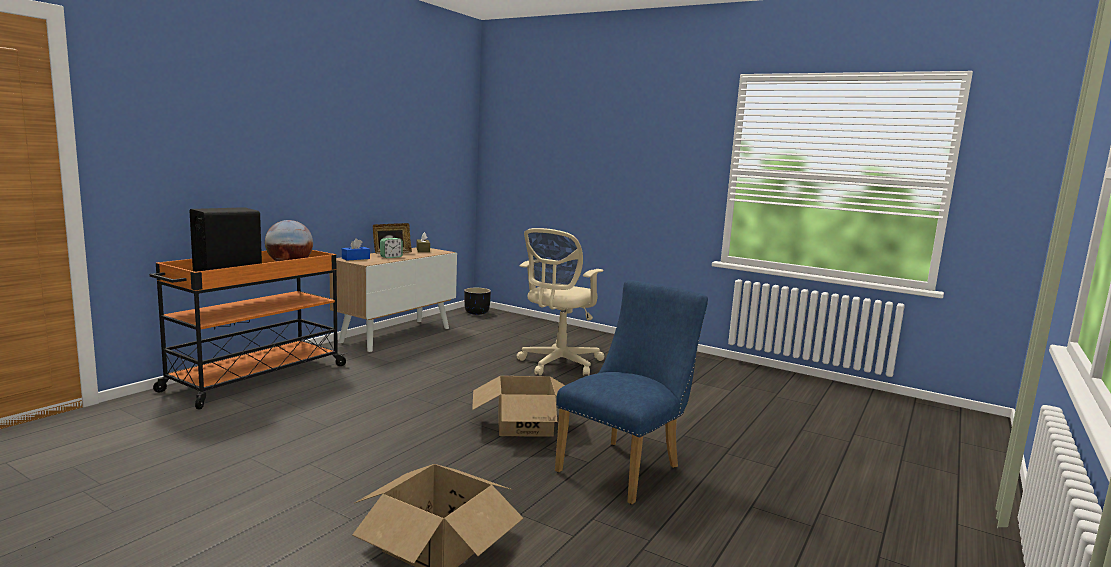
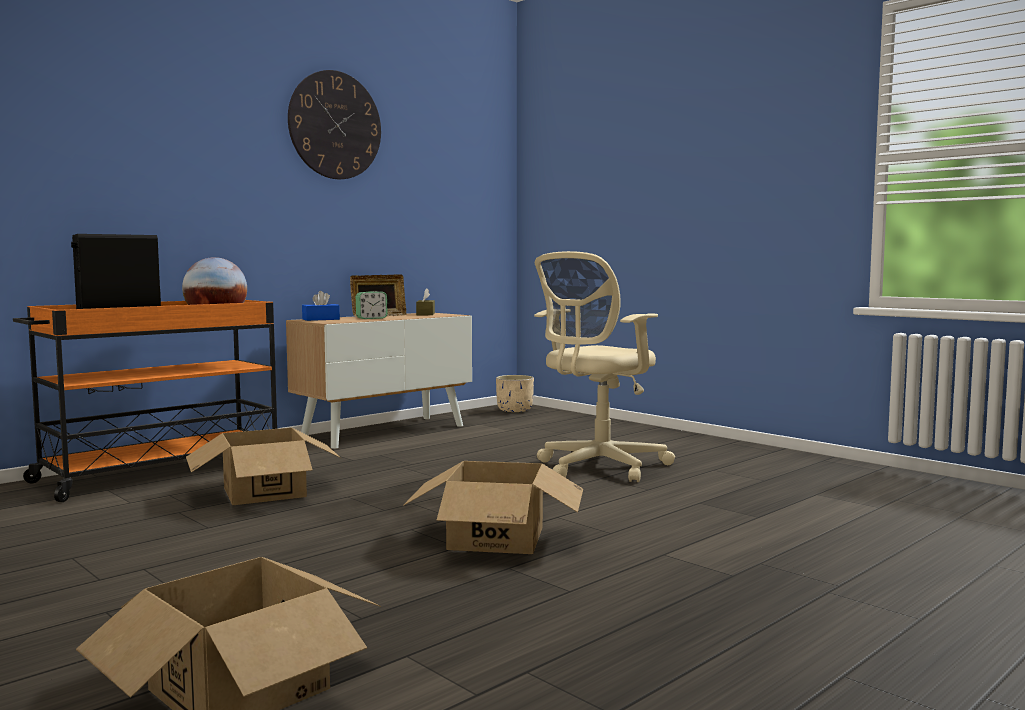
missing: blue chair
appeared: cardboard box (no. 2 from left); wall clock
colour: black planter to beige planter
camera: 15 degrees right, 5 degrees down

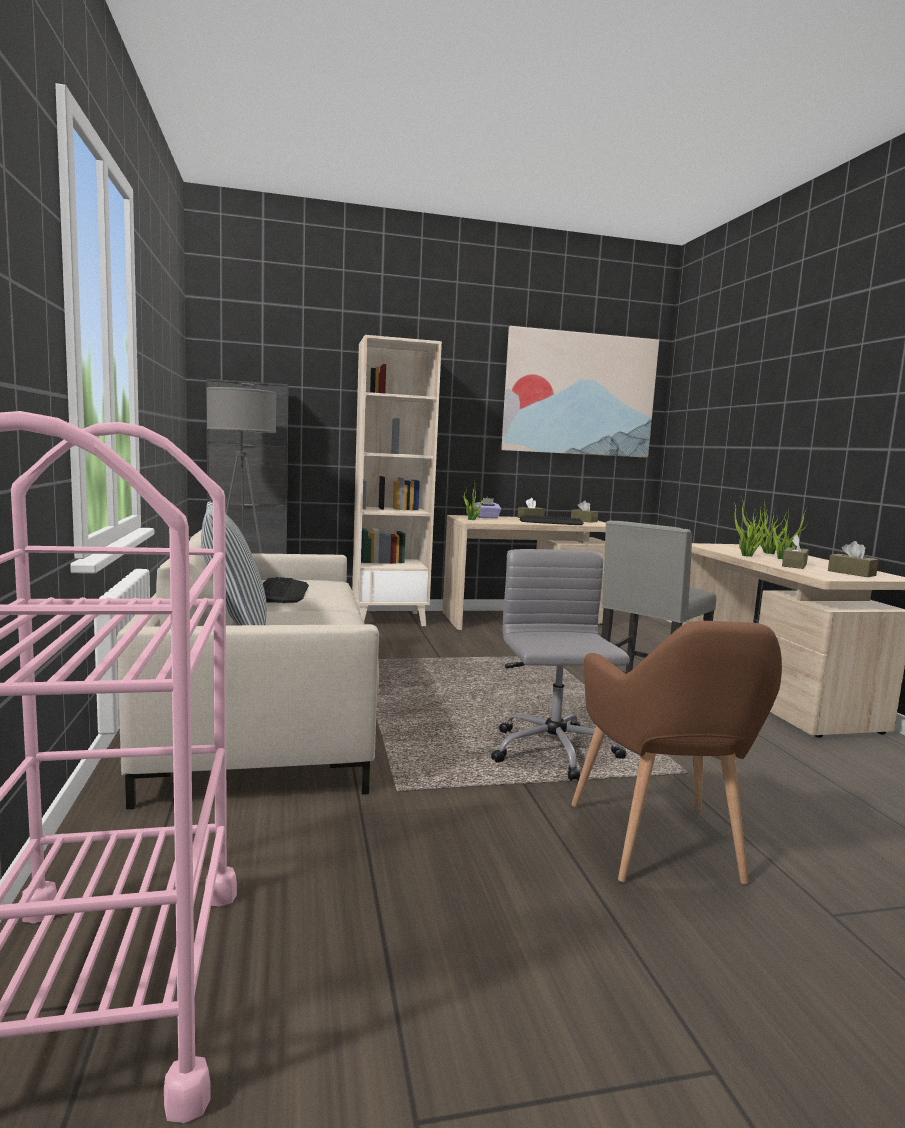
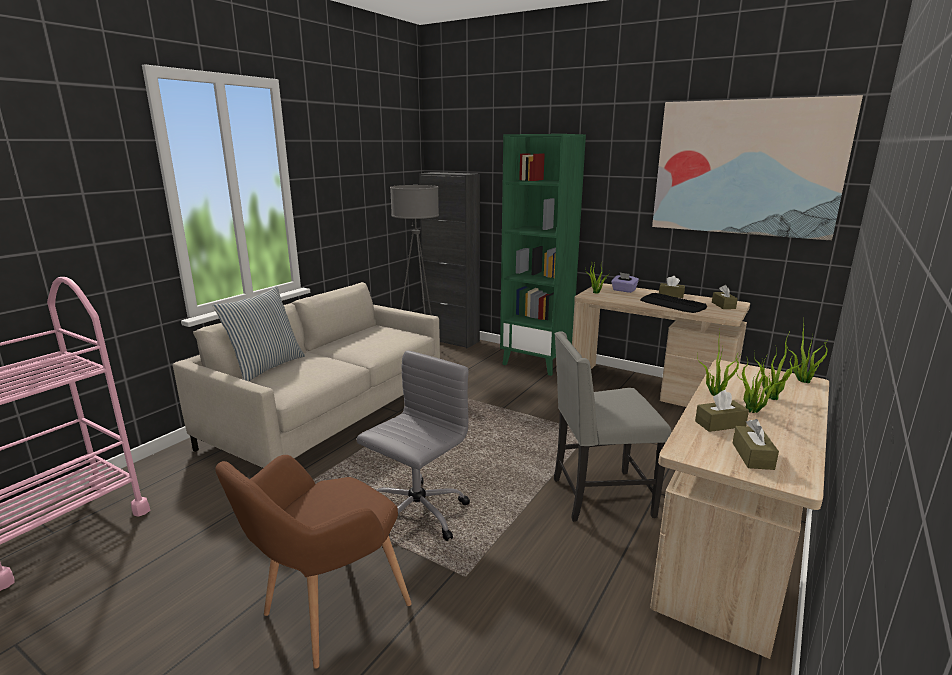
missing: keyboard (no. 1 from left)
colour: beige bookcase to green bookcase
camera: 45 degrees right, 10 degrees up

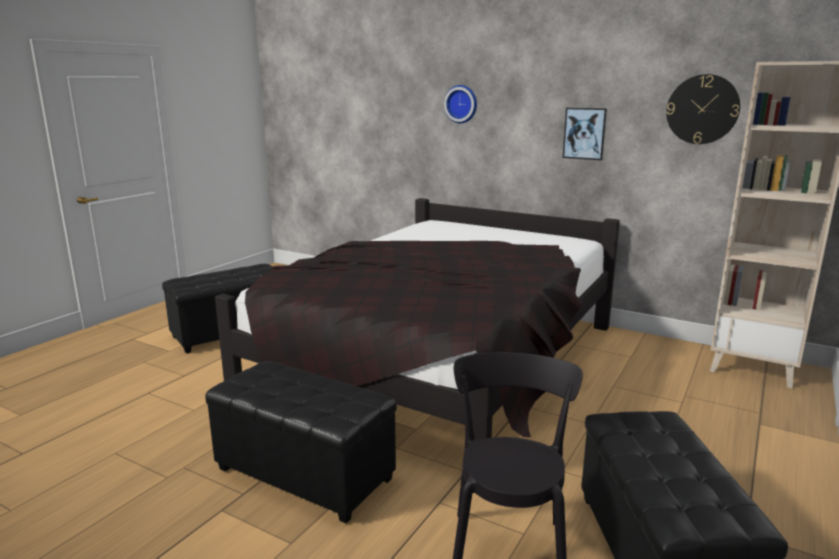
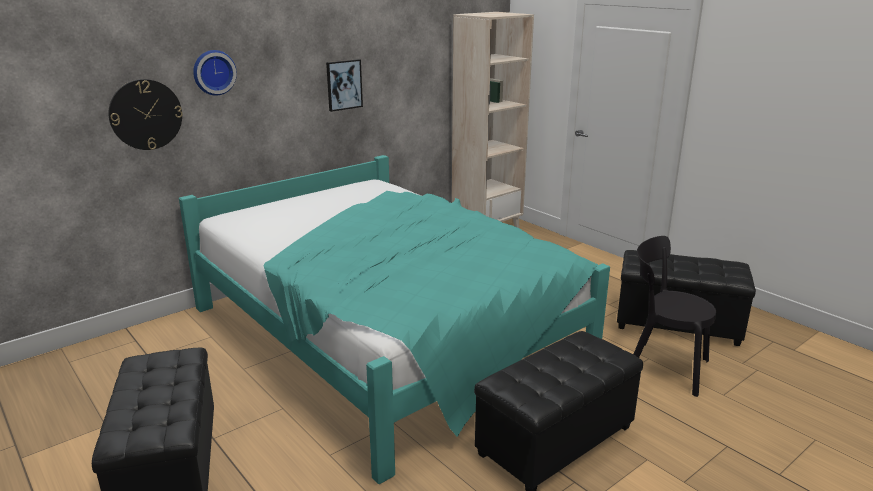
relocated: wall clock (no. 2 from left in the first image) to wall clock (no. 1 from left)
colour: black bed to turquoise bed
camera: 70 degrees left, 5 degrees up

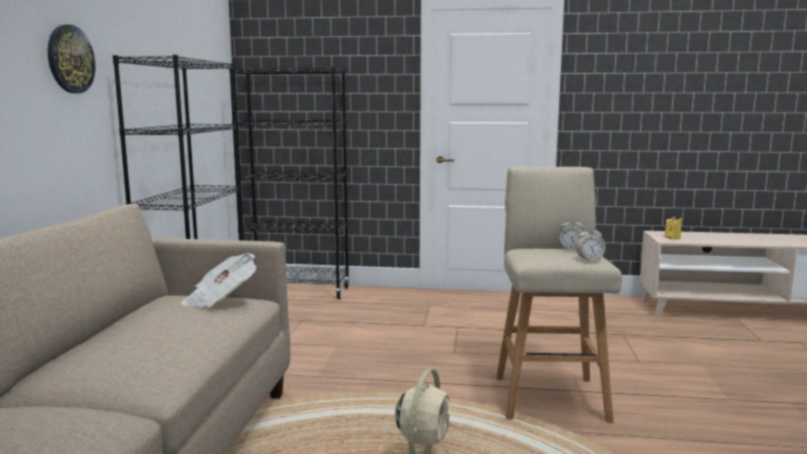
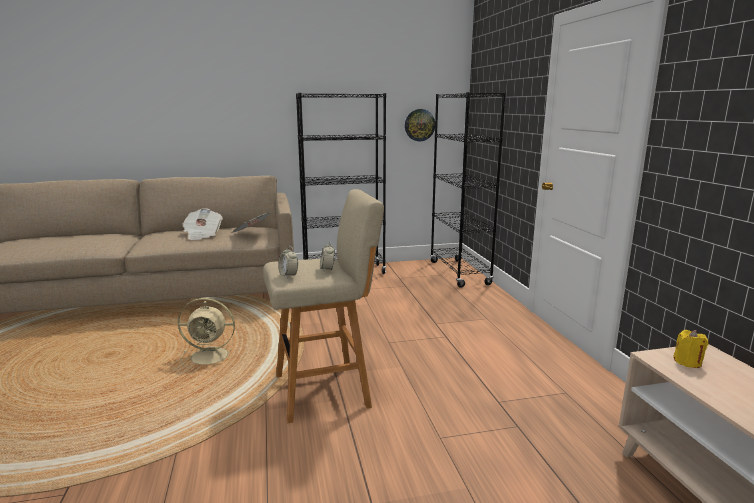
appeared: newspaper (no. 1 from left)
relocated: wall clock
camera: 70 degrees right, 5 degrees up

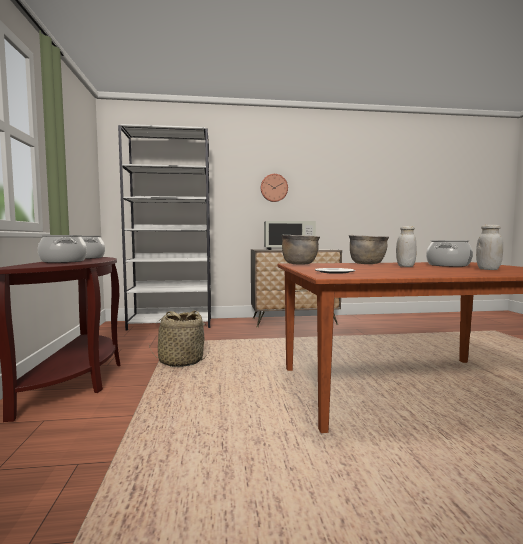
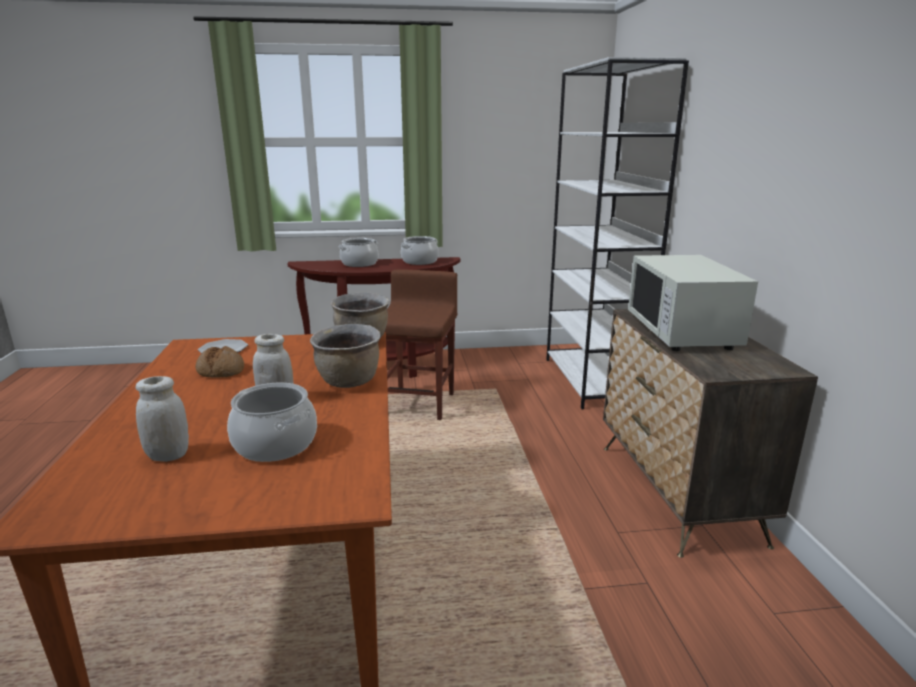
missing: wall clock
appeared: bread
exchanged: basket to brown stool
camera: 90 degrees right, 15 degrees up

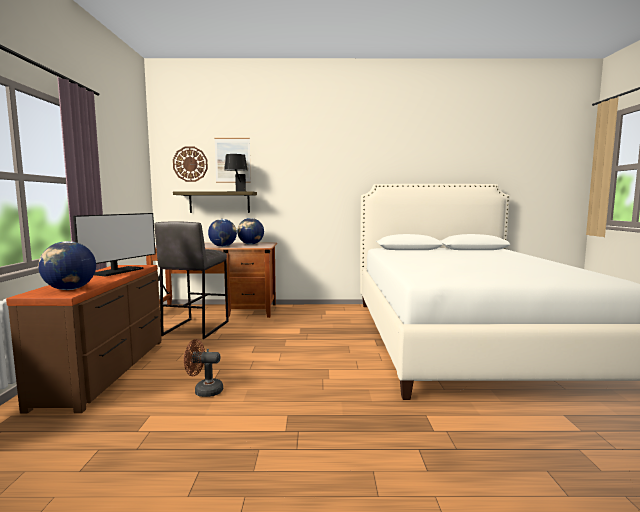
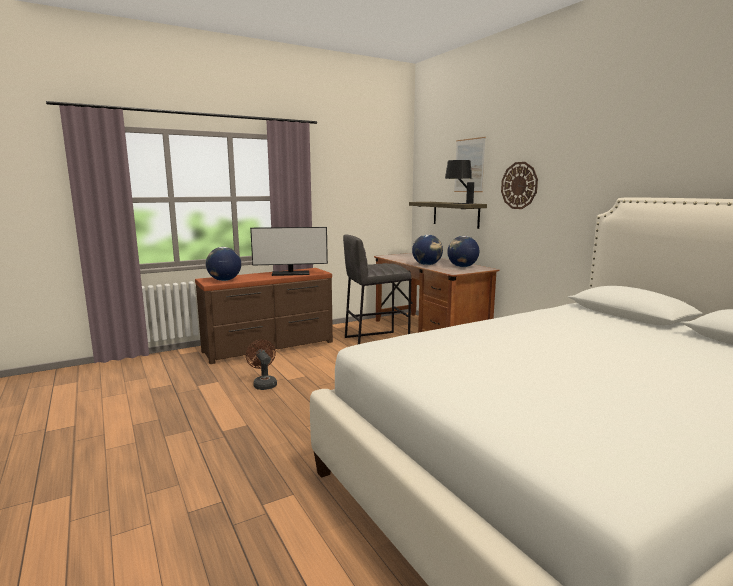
relocated: wall clock
camera: 60 degrees right, 5 degrees up

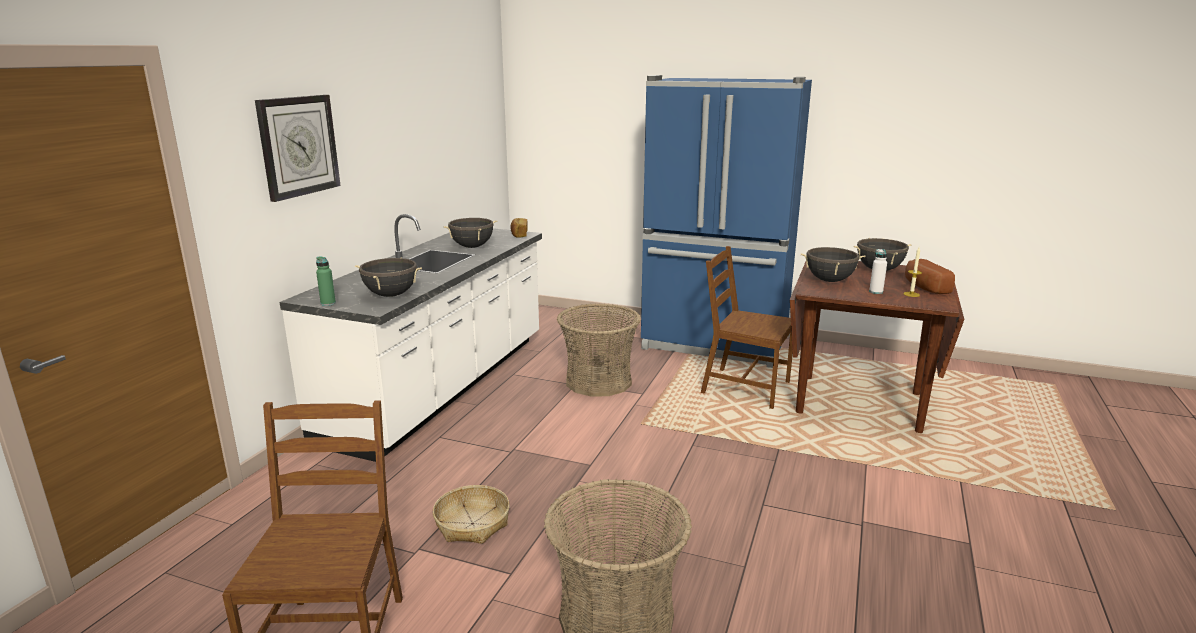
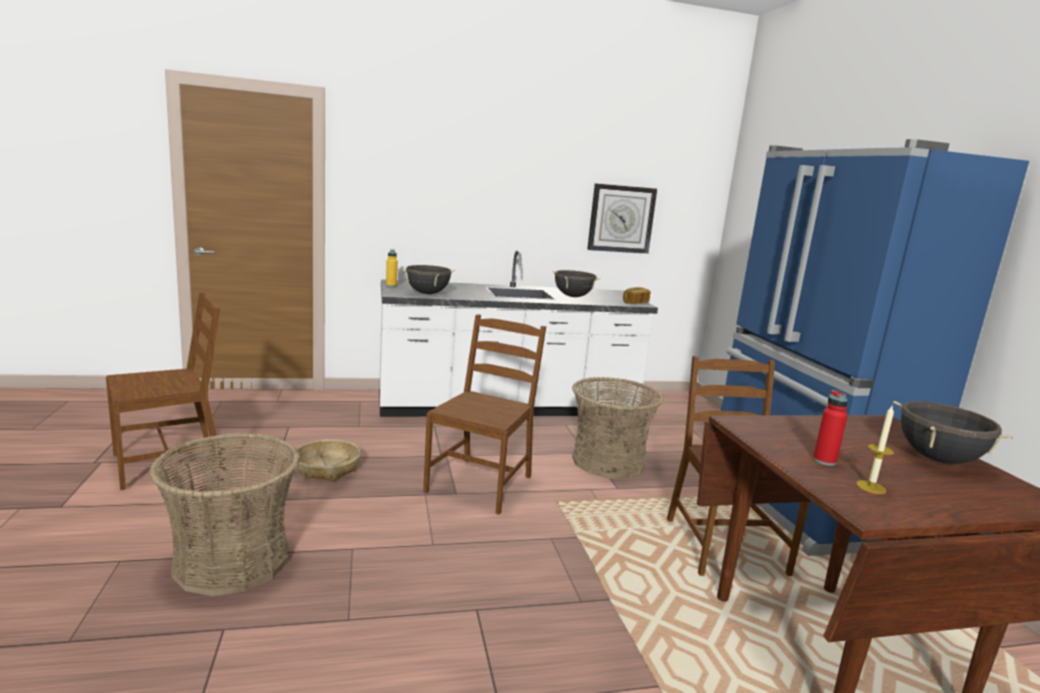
missing: black cooking pot (no. 3 from left); bread (no. 2 from left)
appeared: brown chair (no. 2 from left)
relocated: wall clock
colour: green bottle to yellow bottle; white bottle to red bottle
camera: 55 degrees right, 5 degrees down

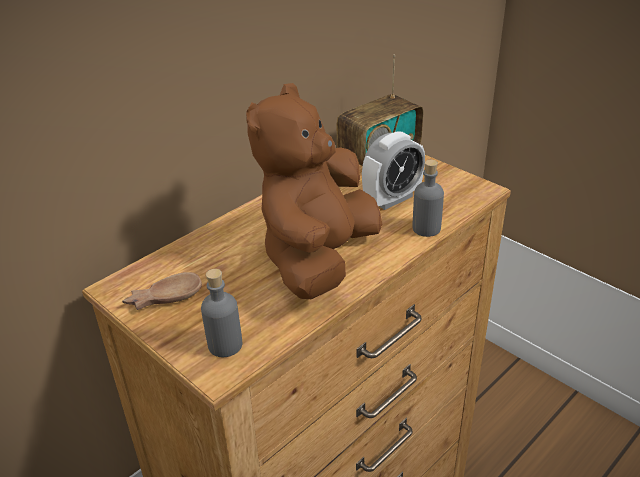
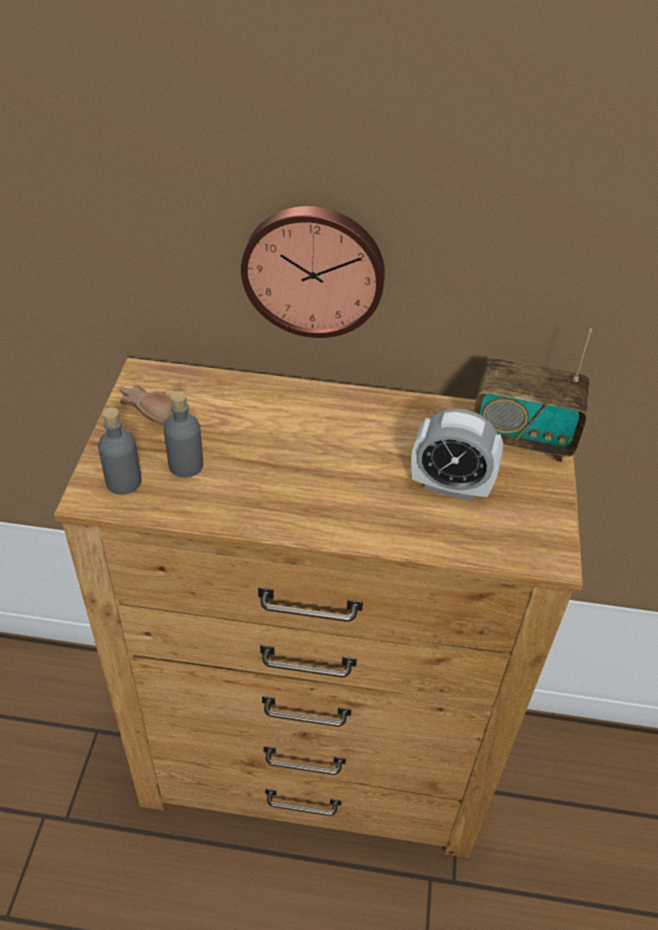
missing: brown plush toy
appeared: wall clock
relocated: grey bottle (no. 2 from left)
camera: 50 degrees right, 10 degrees up

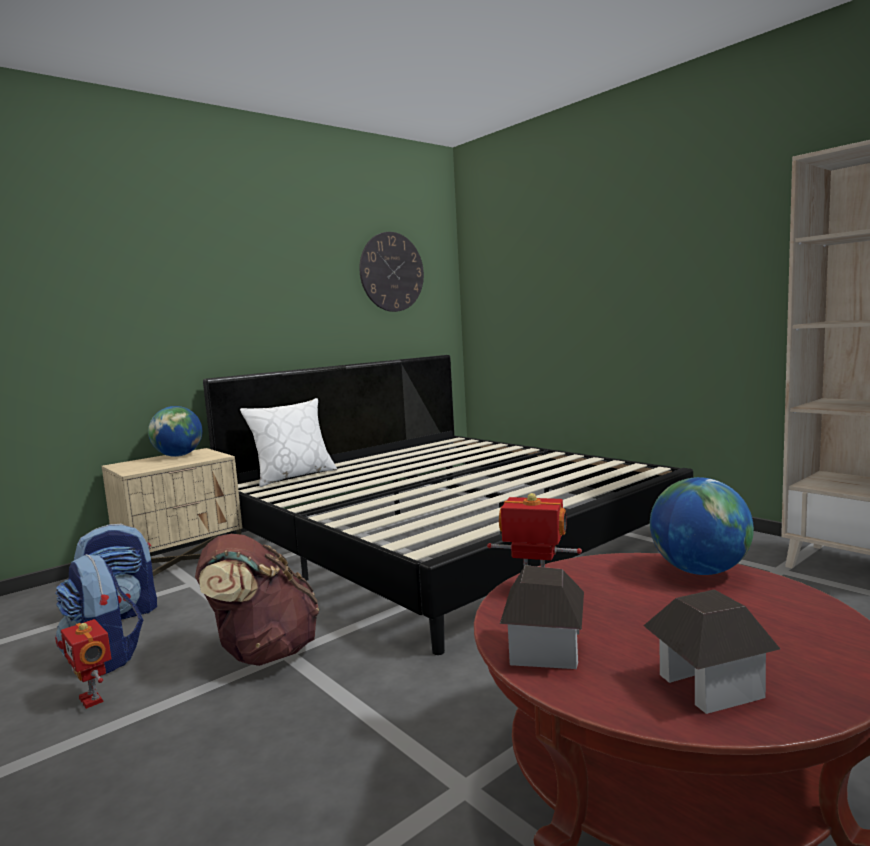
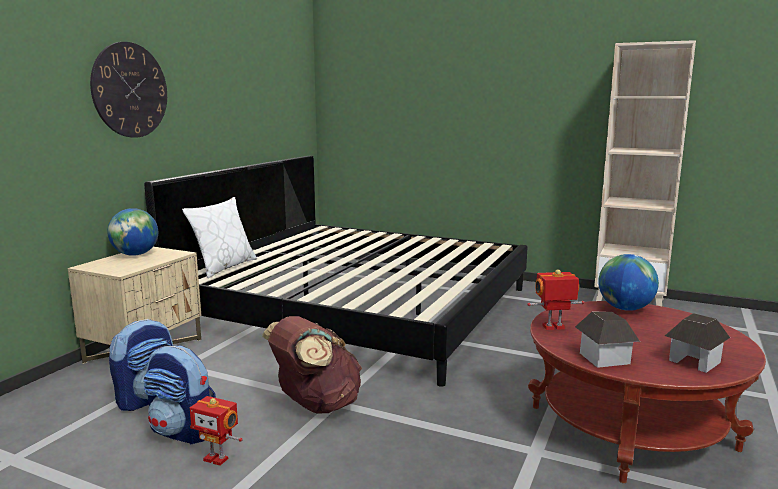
relocated: wall clock
camera: 25 degrees left, 5 degrees up

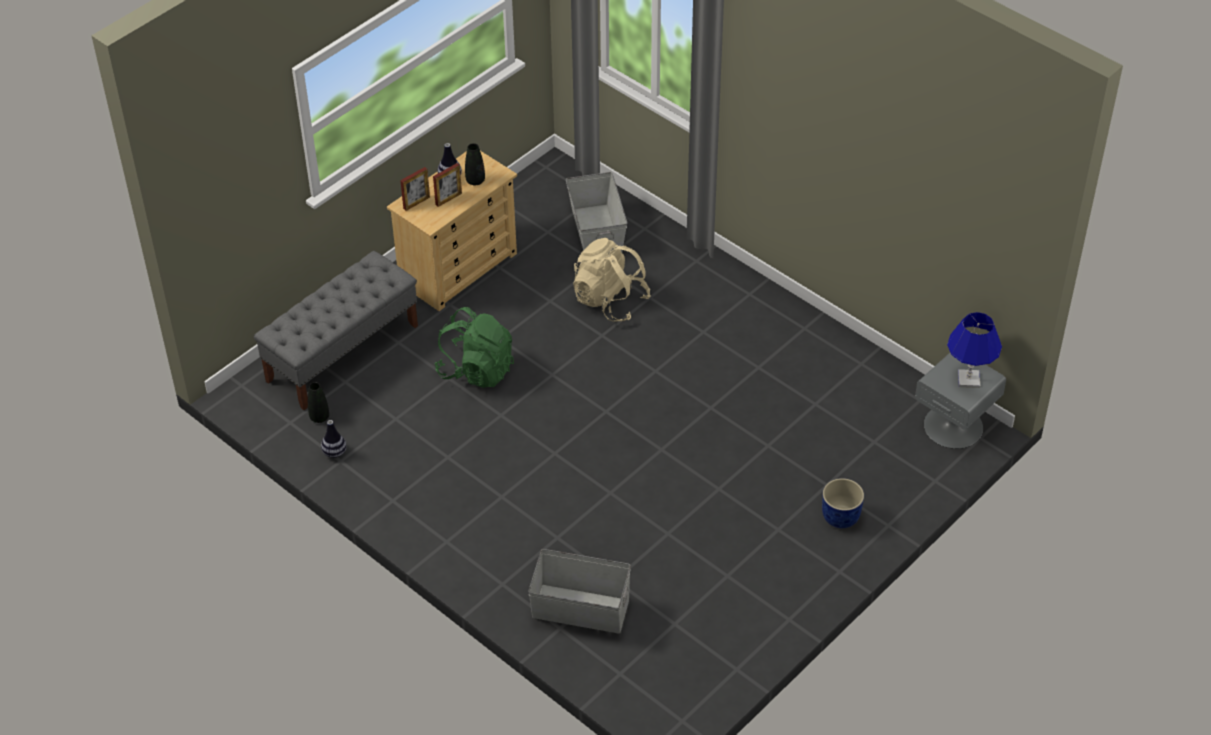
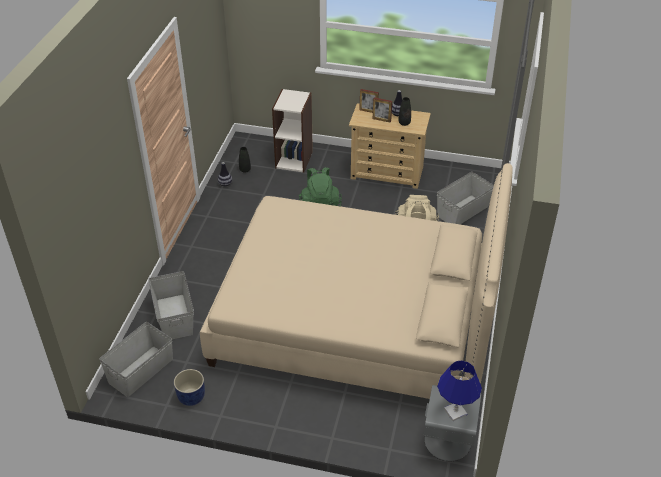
appeared: grey storage box (no. 1 from left); beige bed
relocated: blue planter
exchanged: grey bench to bookcase
camera: 60 degrees right, 5 degrees down

